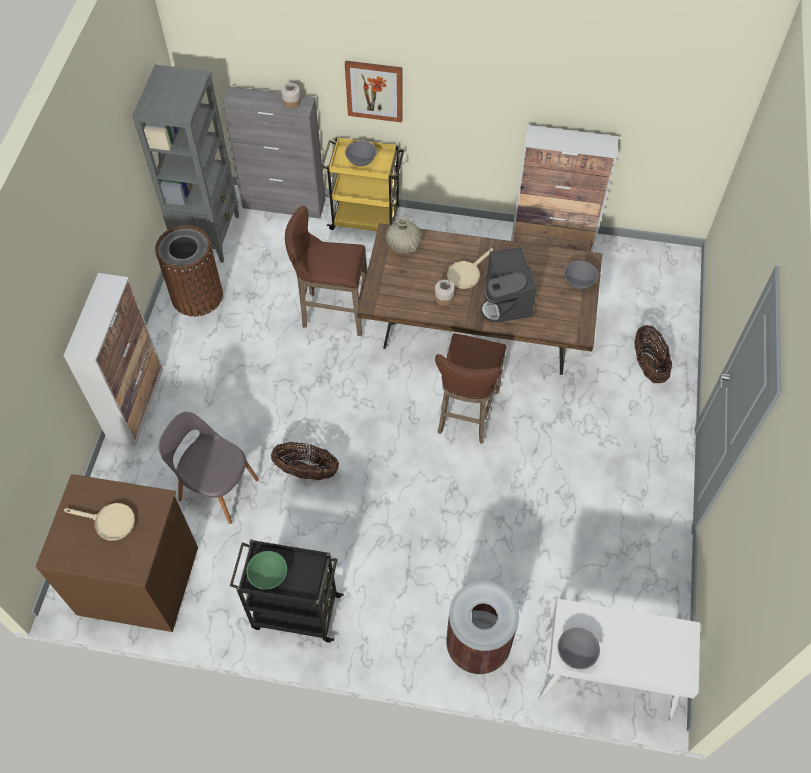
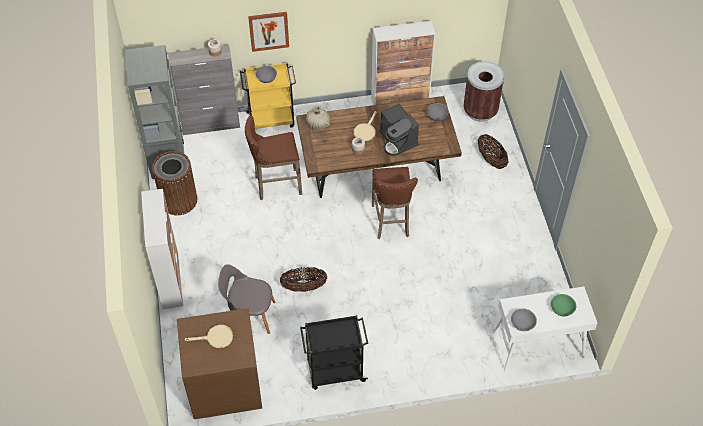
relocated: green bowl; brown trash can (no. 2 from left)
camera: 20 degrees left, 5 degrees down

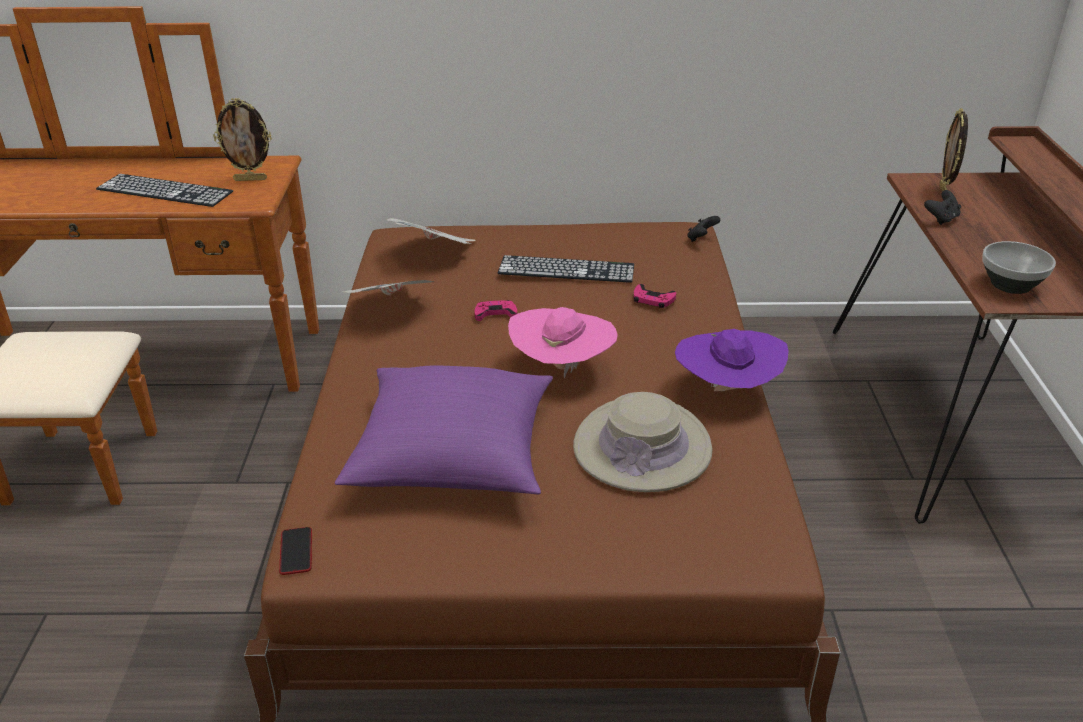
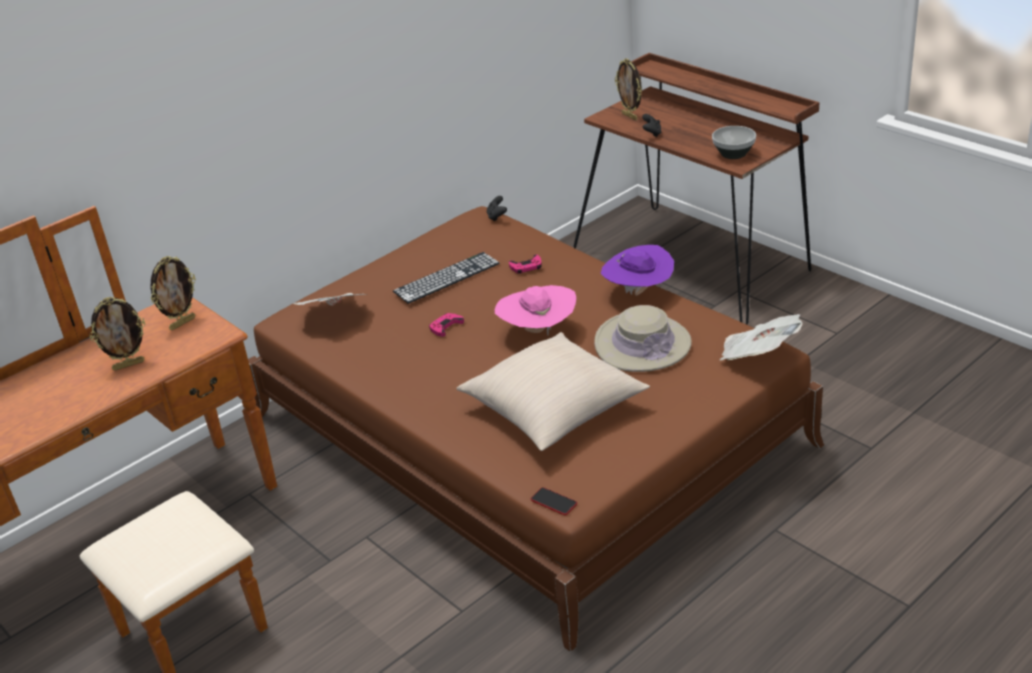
relocated: newspaper (no. 1 from left in the first image) to newspaper (no. 2 from left)
exchanged: keyboard (no. 1 from left) to picture frame (no. 1 from left)
colour: purple pillow to beige pillow
camera: 40 degrees left, 0 degrees up

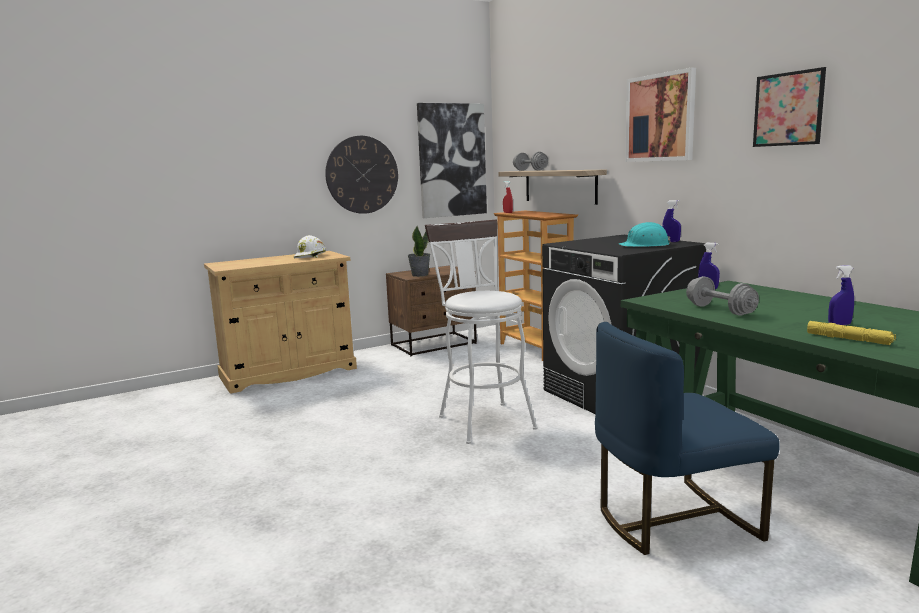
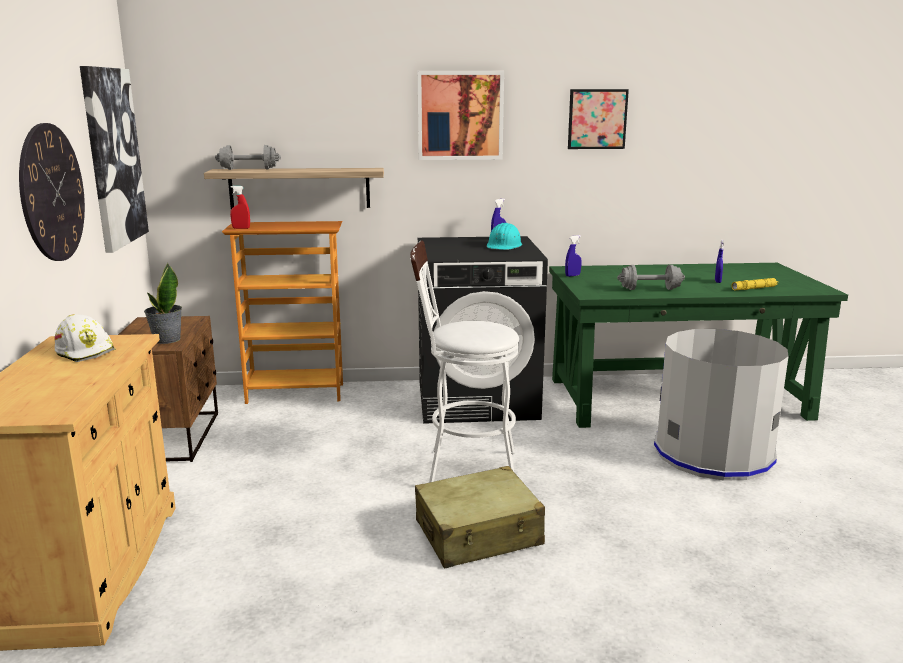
appeared: beige suitcase
exchanged: blue chair to grey trash can
camera: 65 degrees left, 5 degrees up

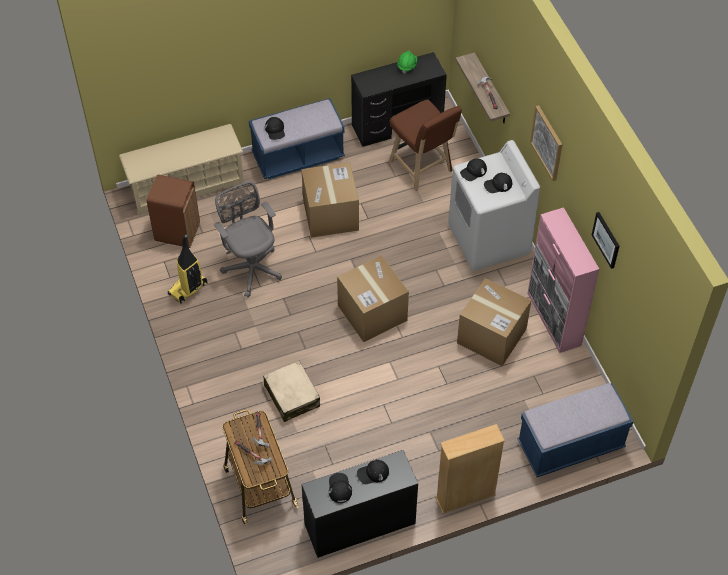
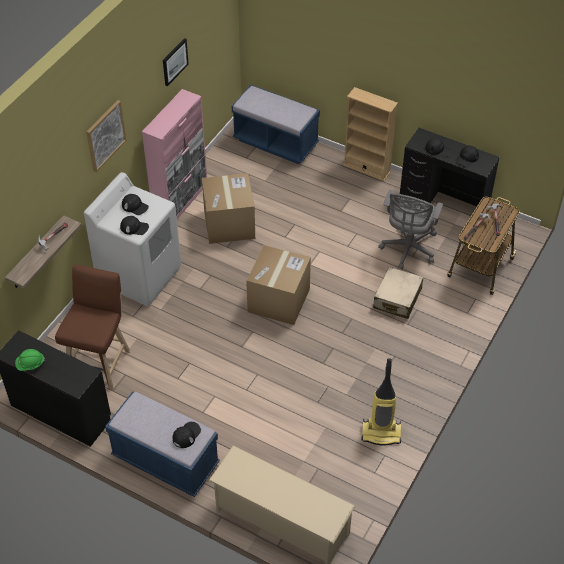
missing: brown trash can; cardboard box (no. 1 from left)
relocated: grey office chair
camera: 130 degrees left, 5 degrees down

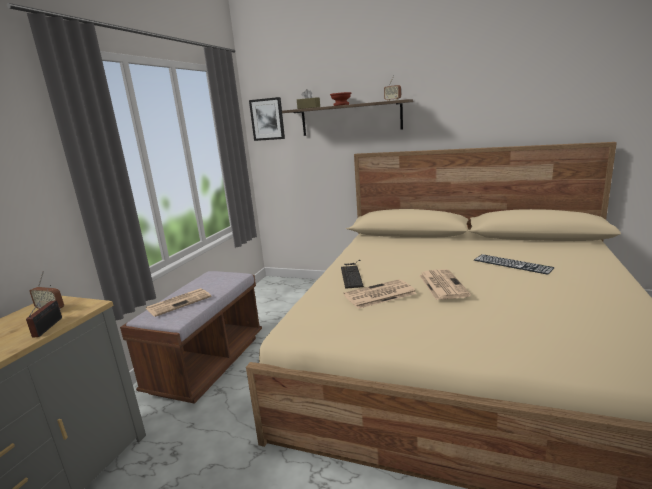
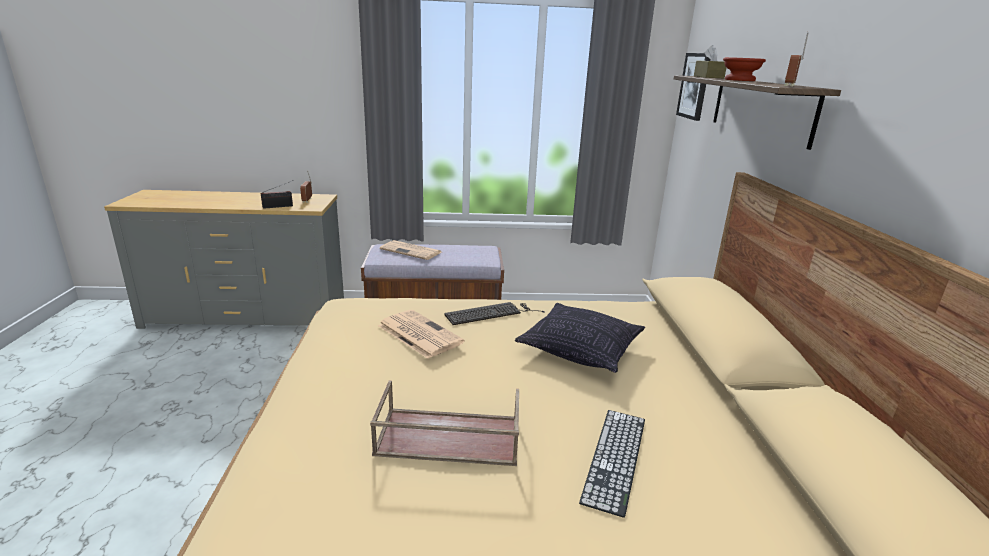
missing: newspaper (no. 3 from left)
appeared: brown tray; pillow
camera: 65 degrees right, 5 degrees up

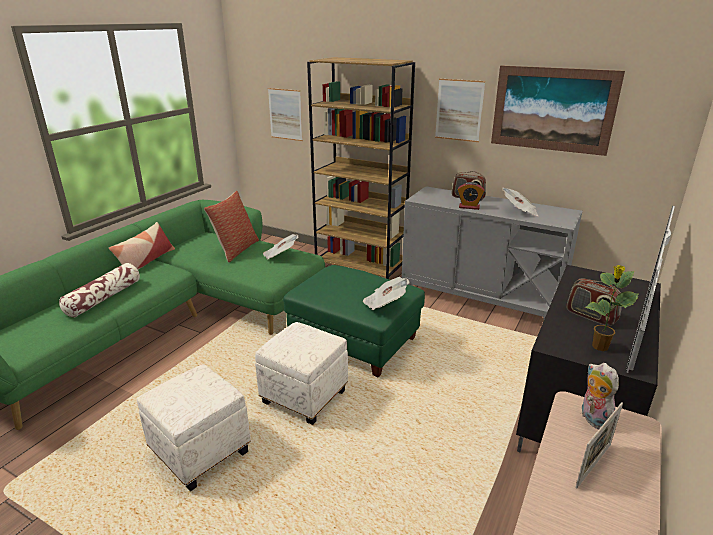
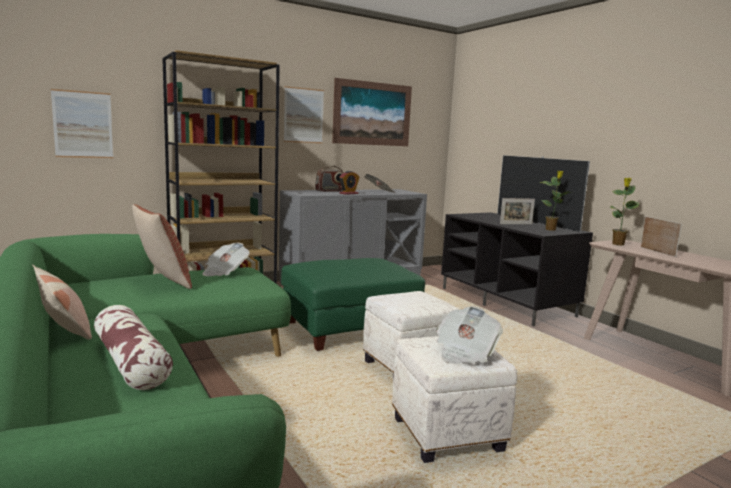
relocated: newspaper (no. 2 from left in the first image) to newspaper (no. 3 from left)
exchanged: radio (no. 2 from left) to picture frame (no. 1 from left); plush toy to potted plant (no. 2 from left)
camera: 60 degrees left, 15 degrees down

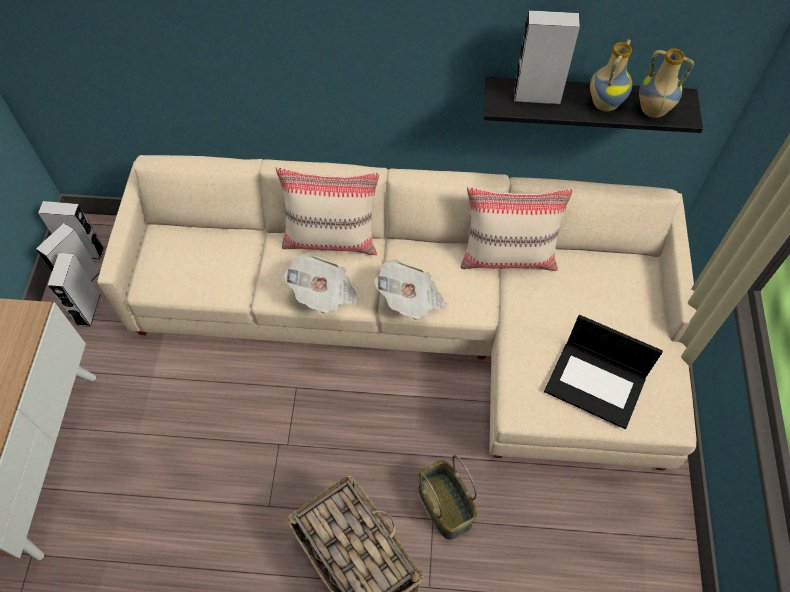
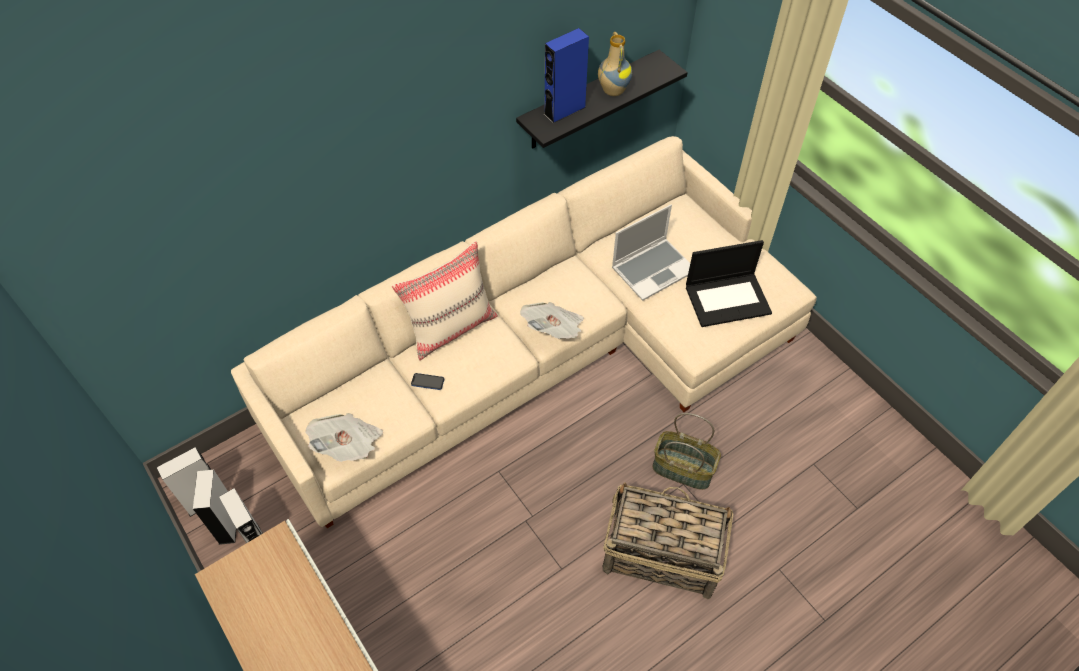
missing: beige pillow (no. 2 from left); vase (no. 2 from left)
appeared: phone; laptop (no. 1 from left)
relocated: newspaper (no. 1 from left)
colour: grey speaker (no. 4 from left) to blue speaker
camera: 40 degrees left, 5 degrees down

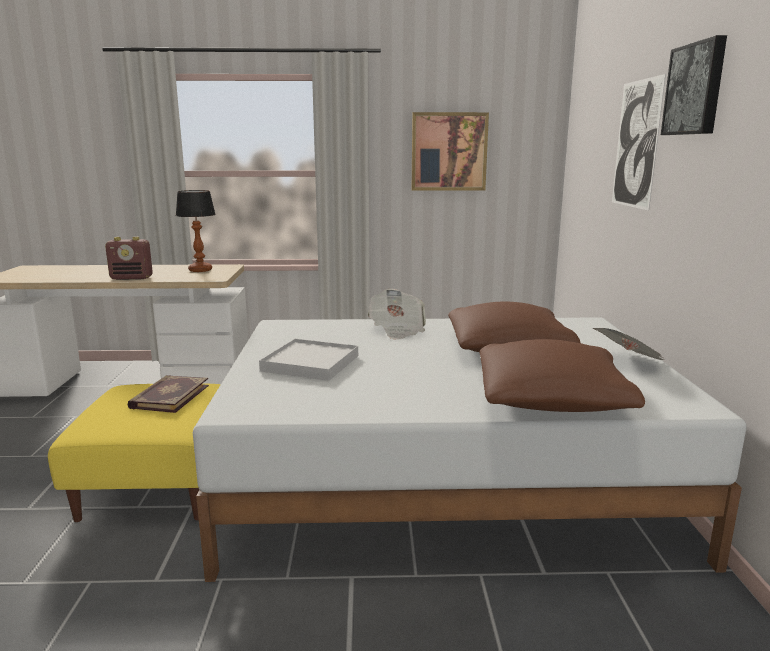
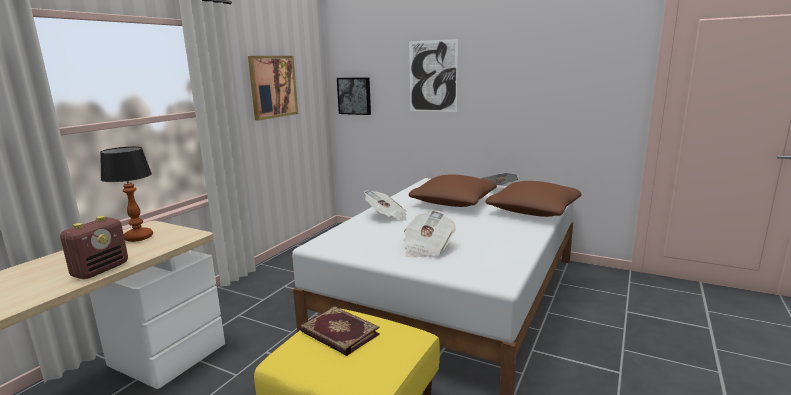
relocated: picture (no. 3 from left in the first image) to picture (no. 2 from left)
exchanged: white tray to newspaper (no. 2 from left)
camera: 60 degrees left, 0 degrees up

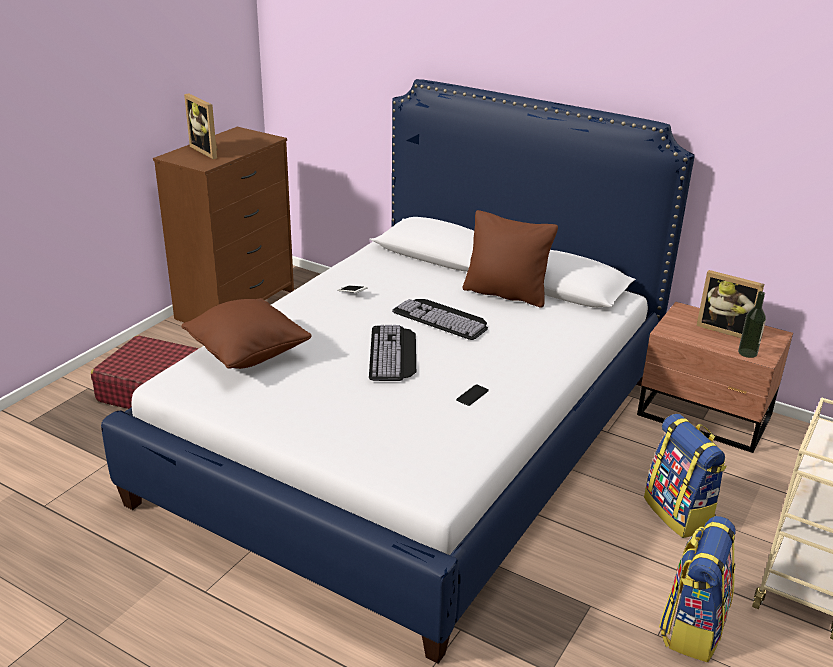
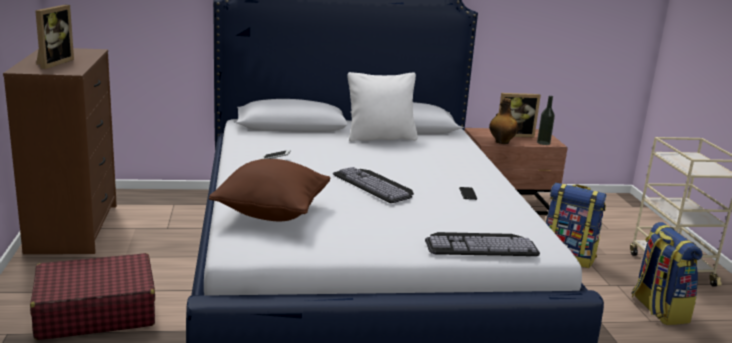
appeared: bottle (no. 1 from left)
relocated: keyboard (no. 2 from left)
colour: brown pillow (no. 2 from left) to white pillow
spun: picture frame (no. 1 from left) 90 degrees counterclockwise
camera: 40 degrees left, 10 degrees down

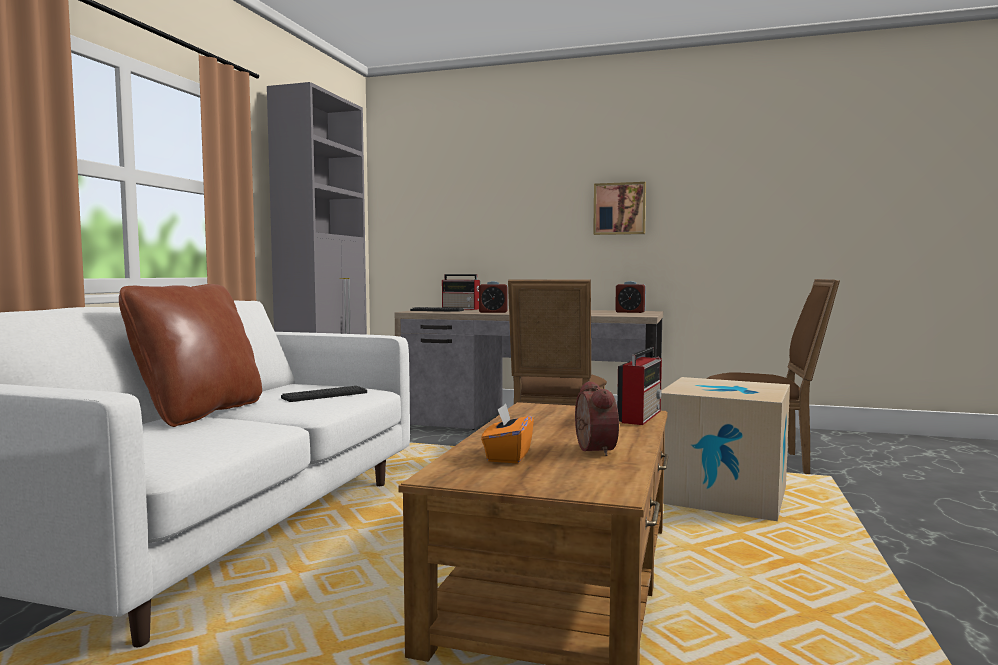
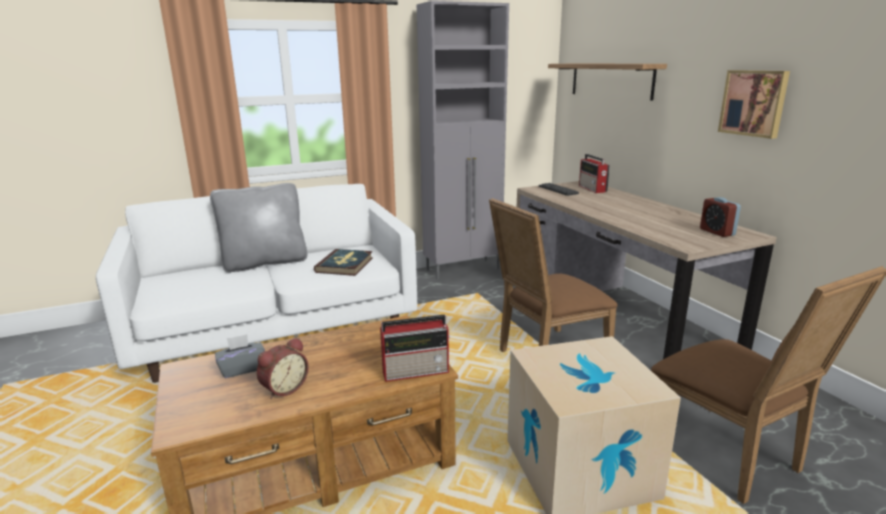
missing: alarm clock (no. 1 from left)
appeared: shelf
exchanged: keyboard (no. 1 from left) to book
colour: brown pillow to grey pillow; orange tissue box to grey tissue box
camera: 50 degrees right, 15 degrees up

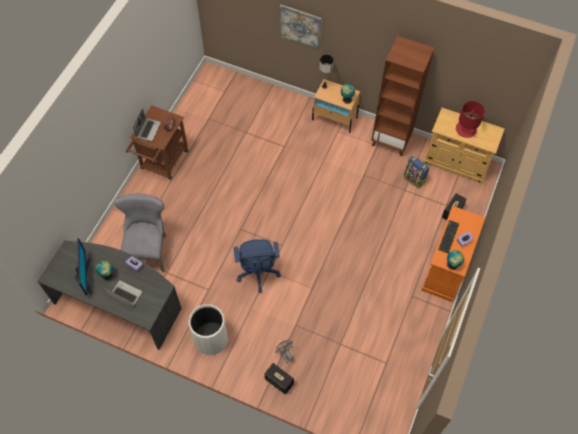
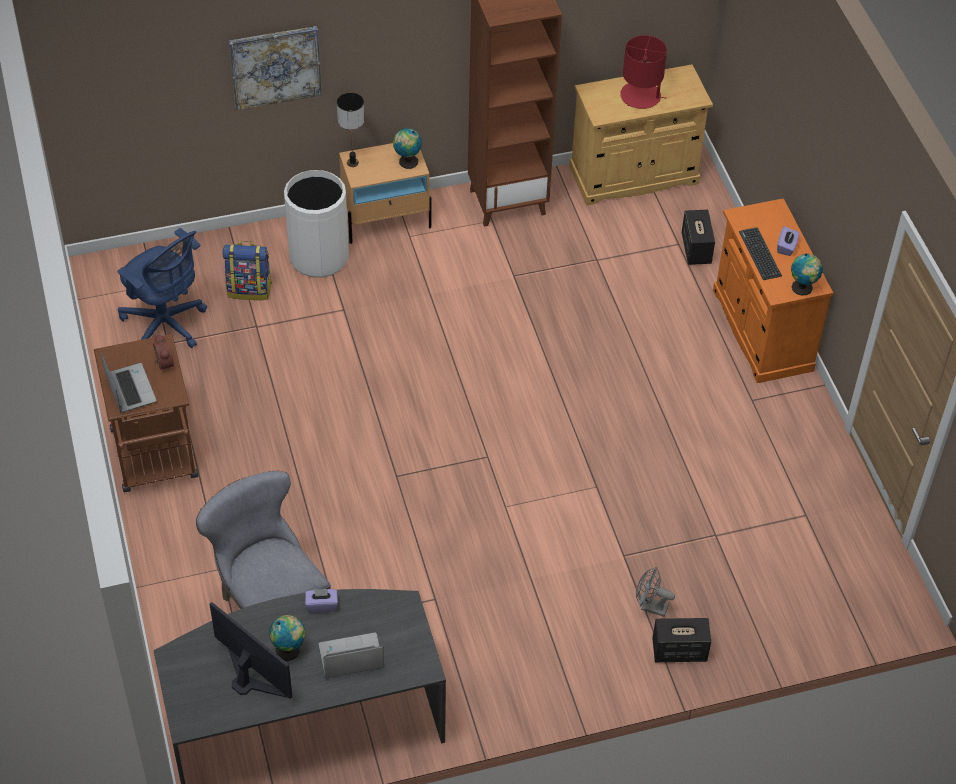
relocated: white trash can; blue office chair; backpack
camera: 40 degrees left, 10 degrees down

